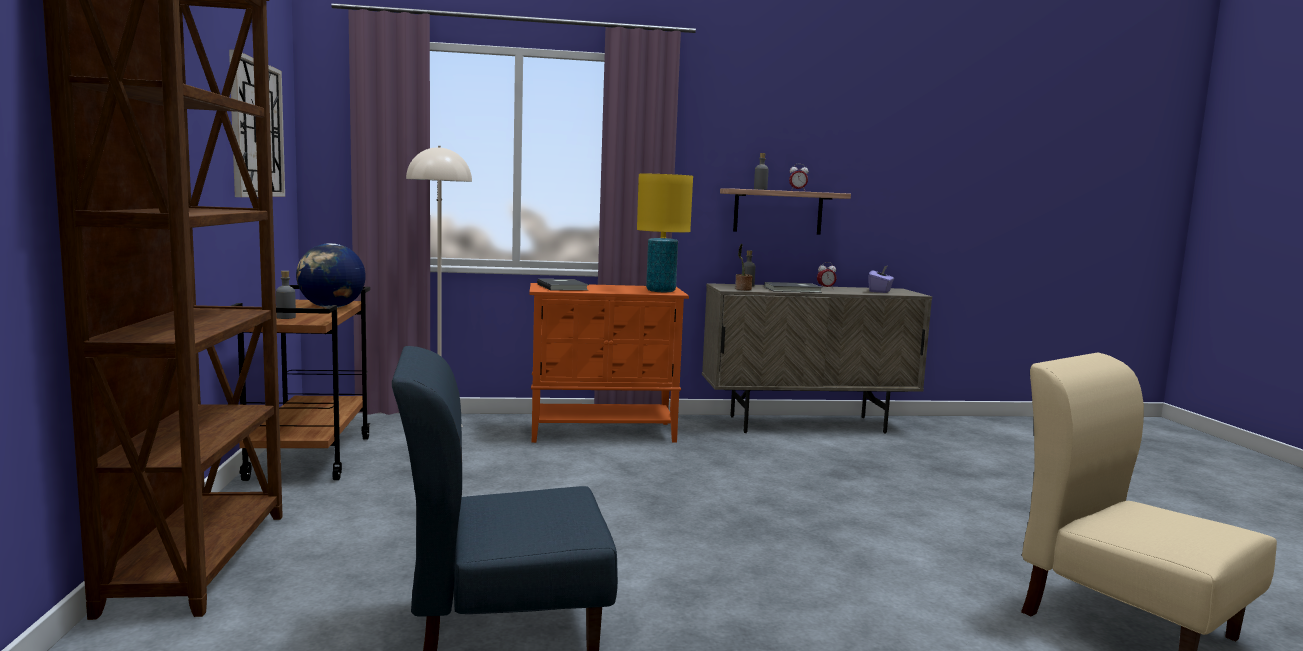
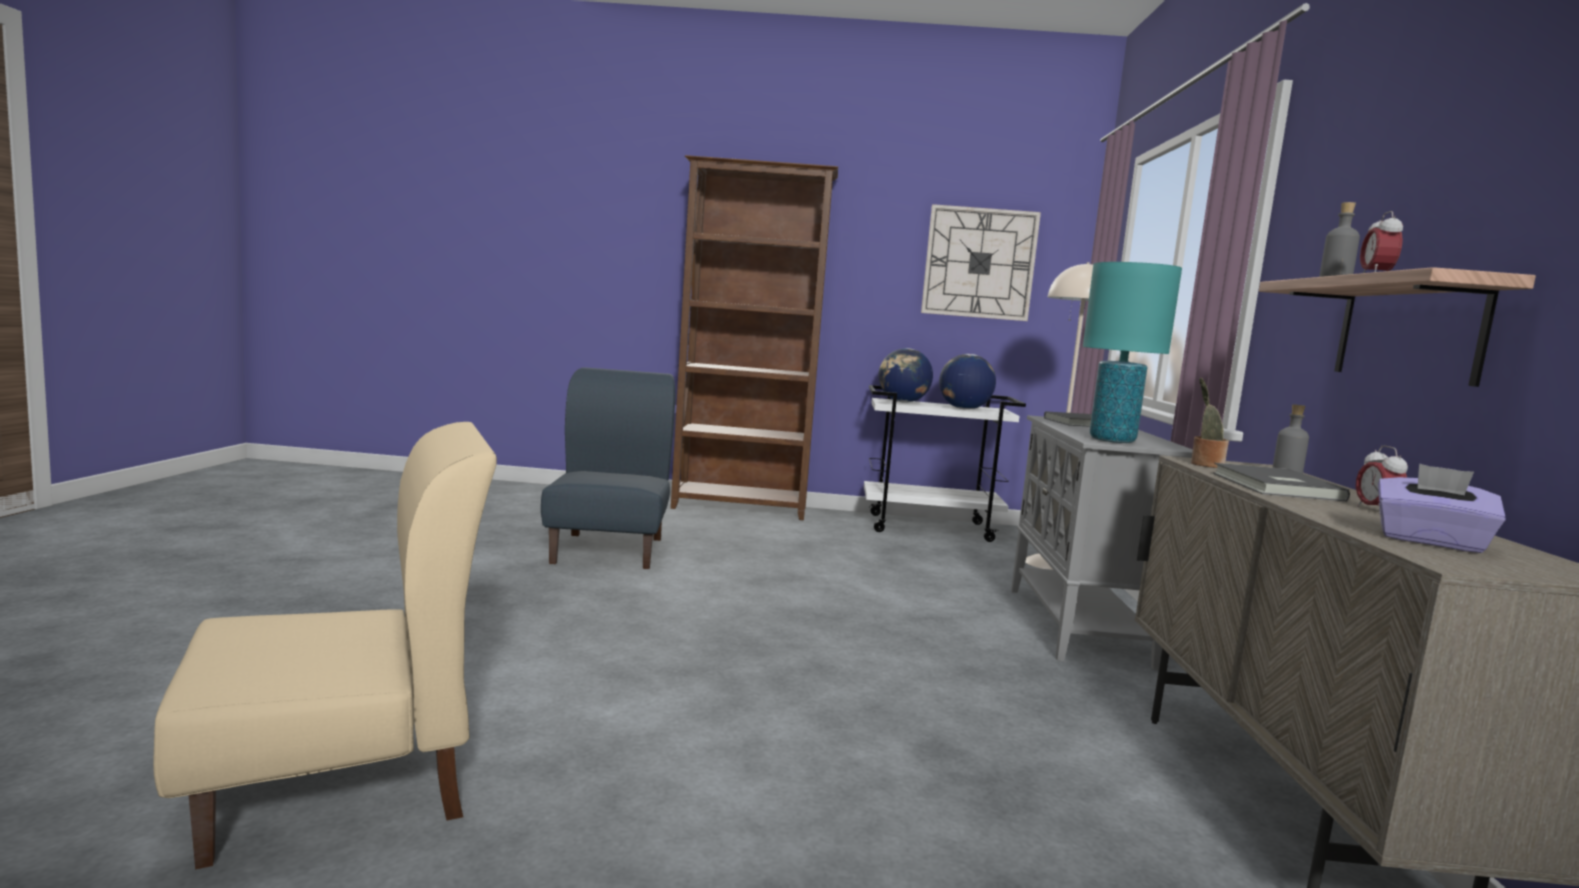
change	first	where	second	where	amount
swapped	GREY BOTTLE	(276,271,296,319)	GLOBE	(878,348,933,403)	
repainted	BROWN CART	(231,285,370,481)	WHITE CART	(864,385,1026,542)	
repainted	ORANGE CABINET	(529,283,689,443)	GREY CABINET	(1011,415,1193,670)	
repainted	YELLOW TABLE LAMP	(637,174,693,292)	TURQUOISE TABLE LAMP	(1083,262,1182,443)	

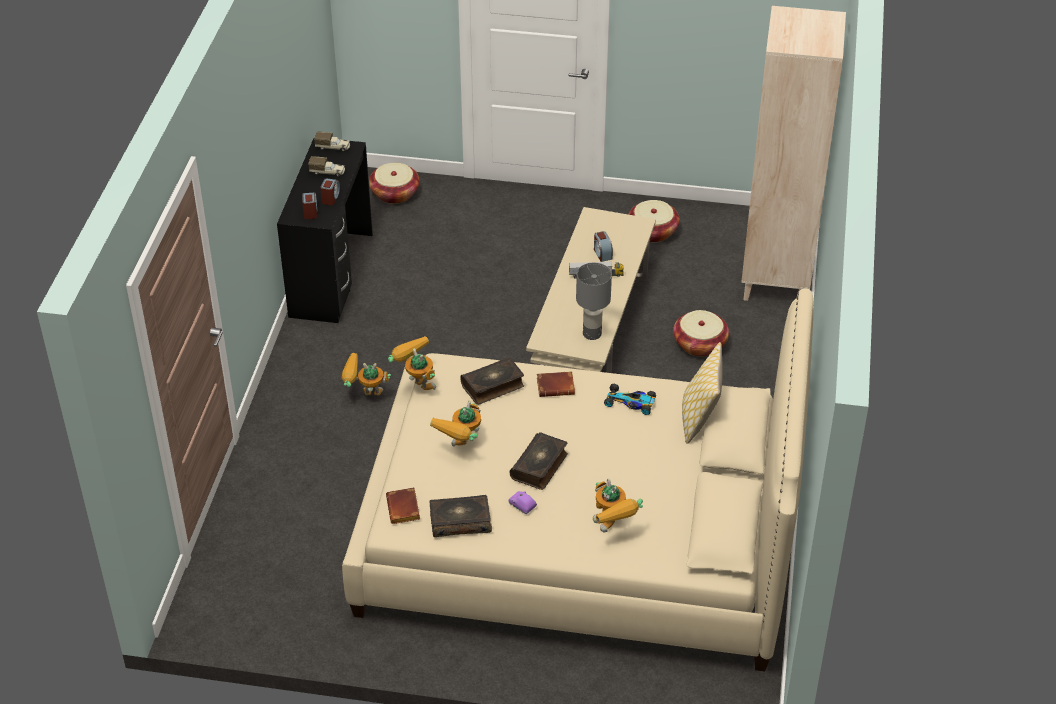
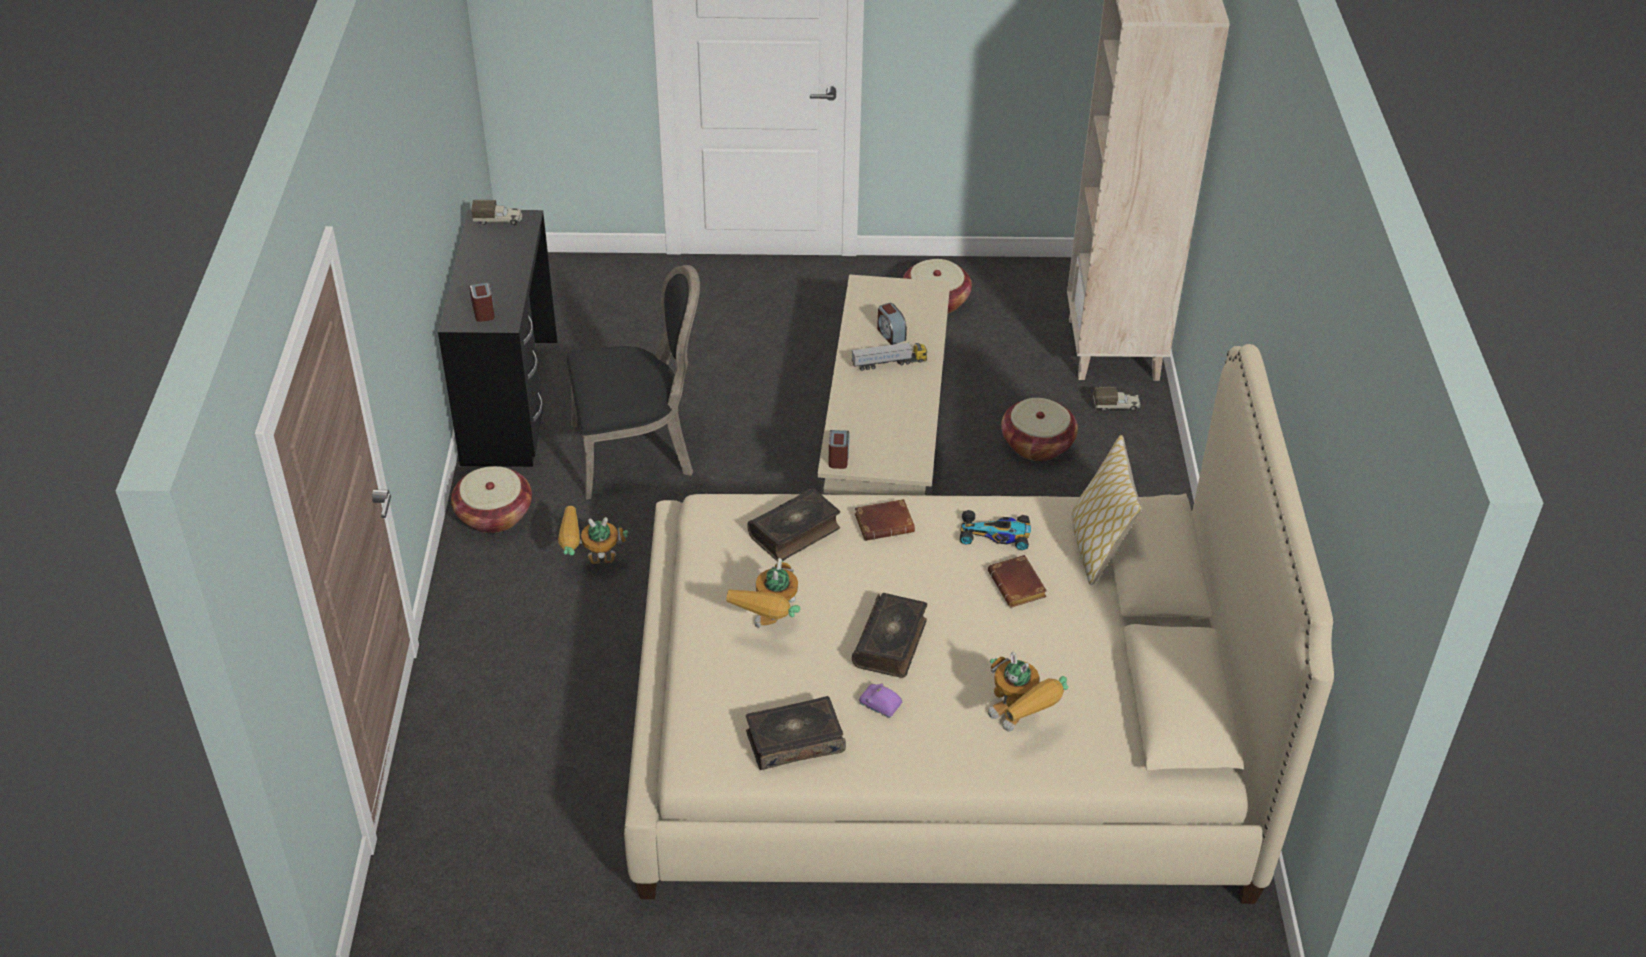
change	first	where	second	where	amount
gone	TOY ROBOT	(388,336,436,390)			
gone	GREY TABLE LAMP	(576,263,612,340)			
new			BLACK CHAIR	(567,265,700,500)	
shifted	TOY TRUCK	(309,156,345,177)		(1093,387,1140,411)	
shifted	ALARM CLOCK	(320,178,340,205)		(828,430,849,469)	
shifted	BASKET	(369,163,420,204)		(451,466,532,533)	
shifted	BROWN BOOK	(386,487,420,524)		(988,555,1047,608)	

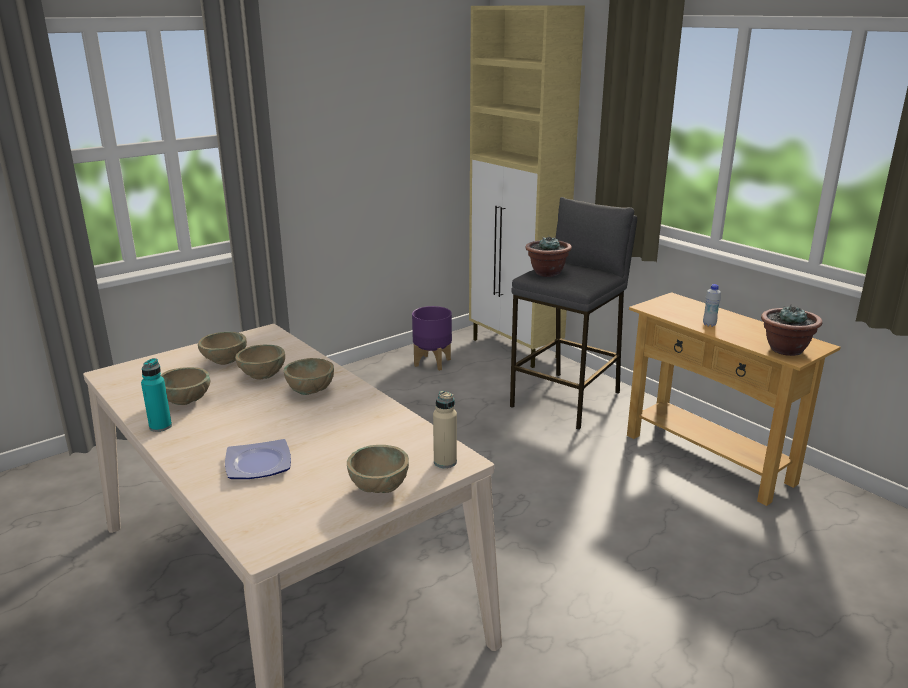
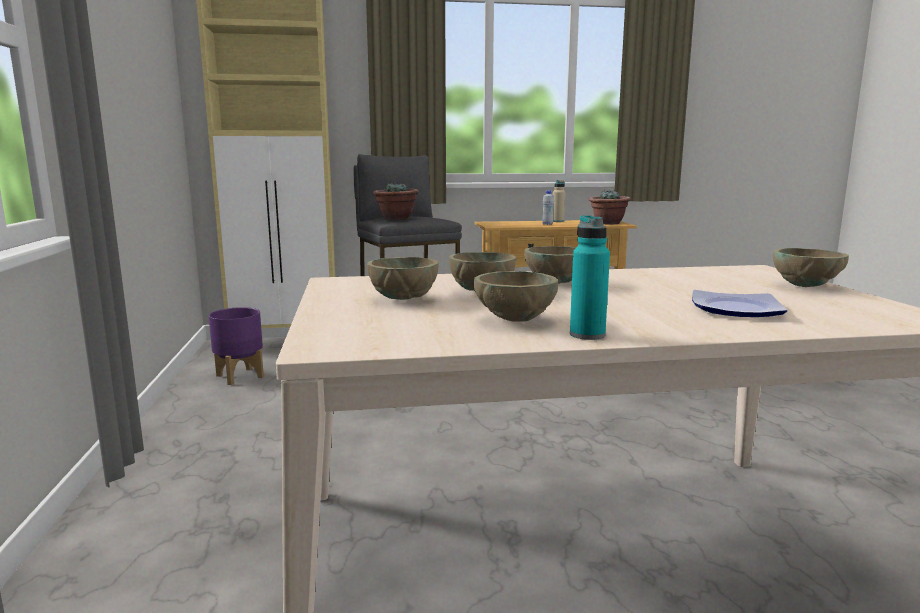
change	first	where	second	where	amount
shifted	BEIGE BOTTLE	(433,391,457,468)		(553,180,565,222)	

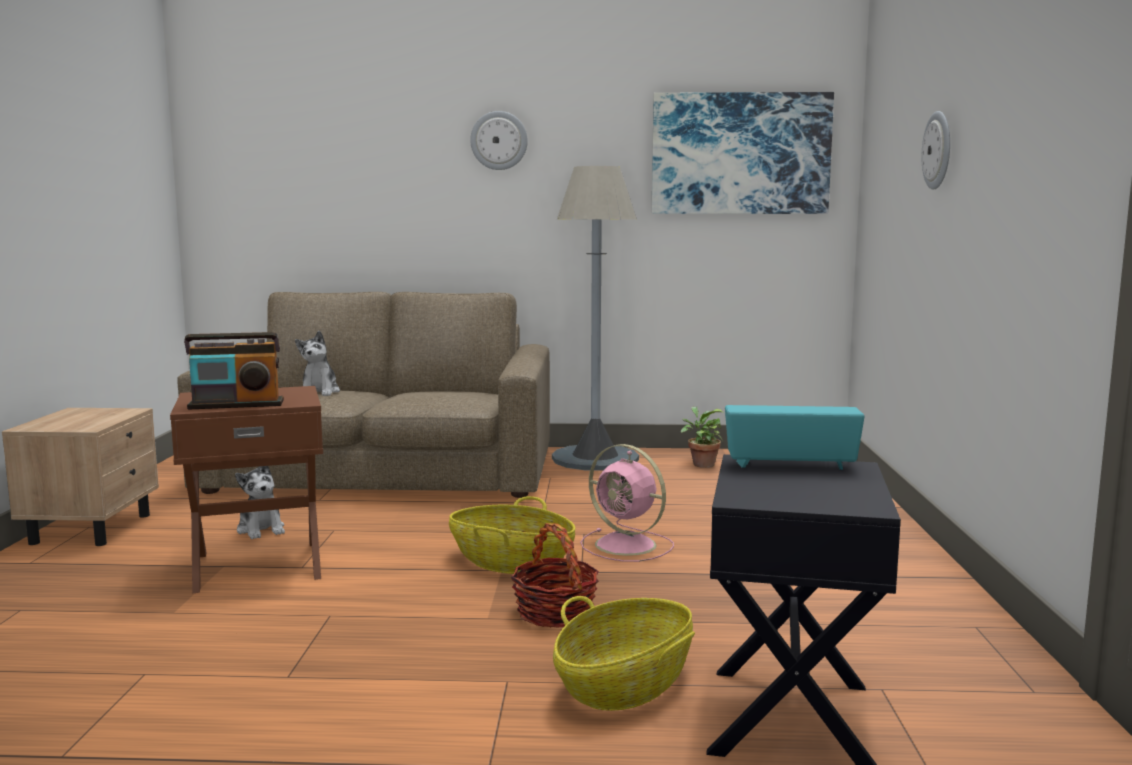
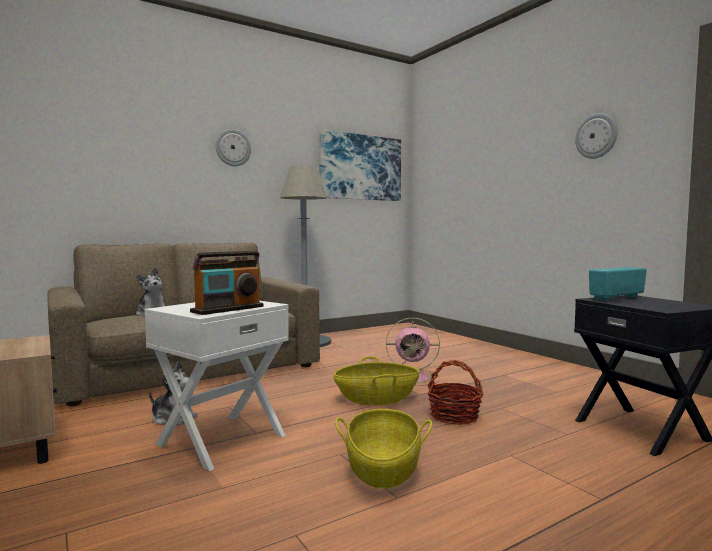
change	first	where	second	where	amount
gone	POTTED PLANT	(681,406,724,468)			
shifted	BASKET	(553,596,695,711)		(335,409,432,489)	
shifted	WALL CLOCK	(922,111,950,190)		(575,113,617,159)	
repainted	BROWN SIDE TABLE	(170,386,323,593)	WHITE SIDE TABLE	(145,301,289,471)	

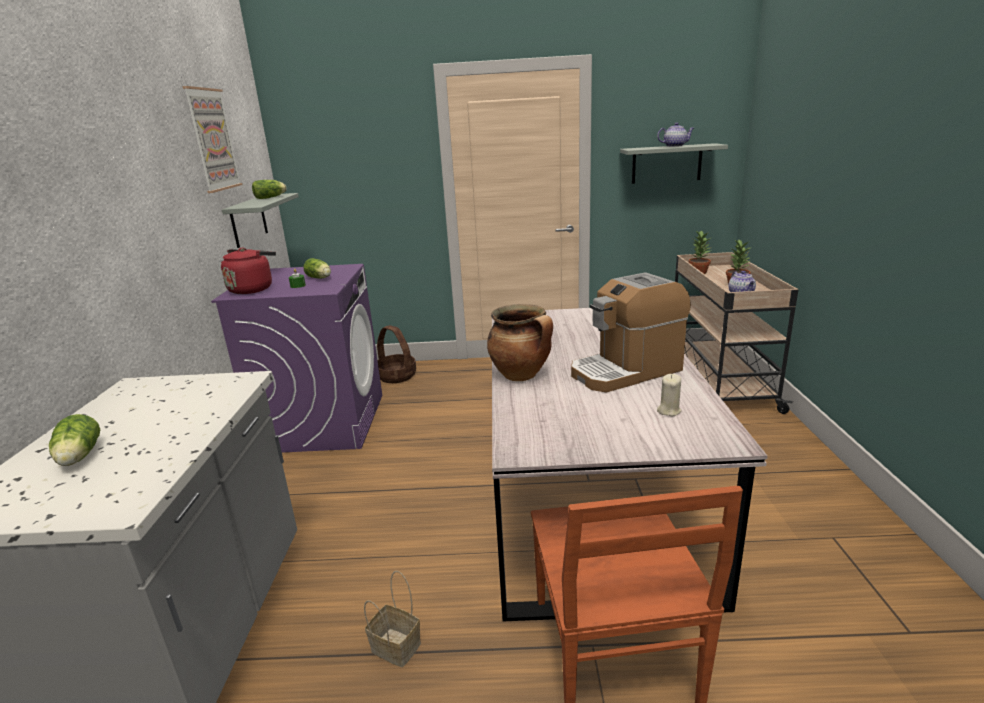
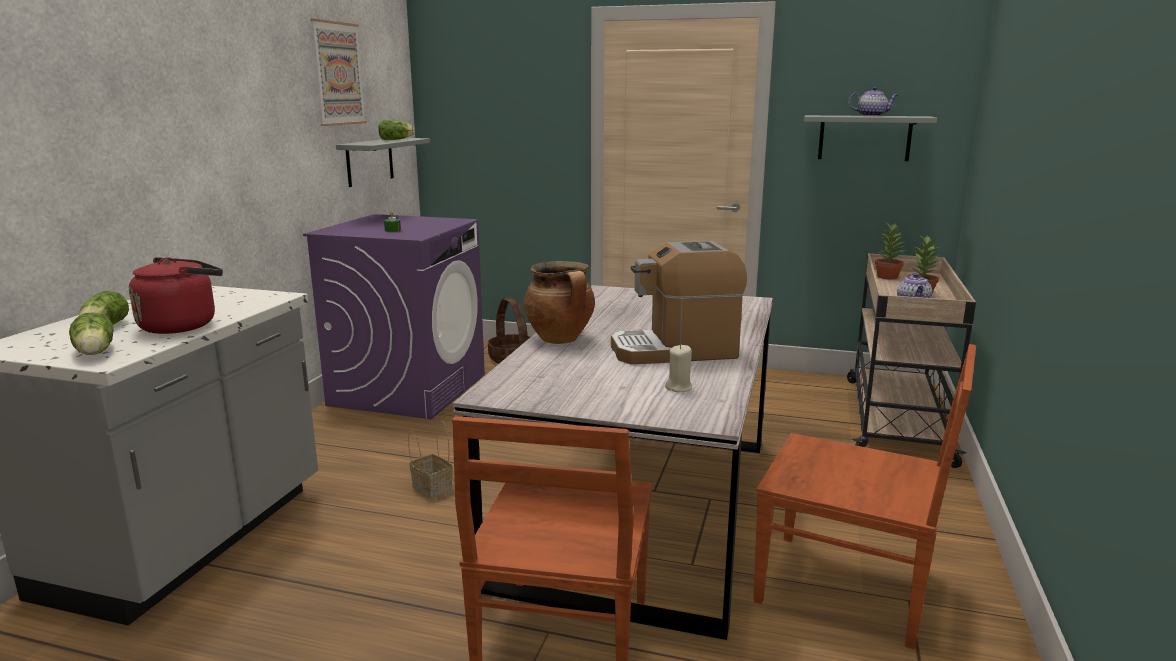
change	first	where	second	where	amount
new			BROWN CHAIR	(753,344,976,649)	
shifted	RED KETTLE	(221,248,276,294)		(129,257,223,334)	
shifted	LETTUCE	(303,258,331,278)		(69,312,114,355)	
shifted	BASKET	(364,571,421,667)		(408,420,453,499)	

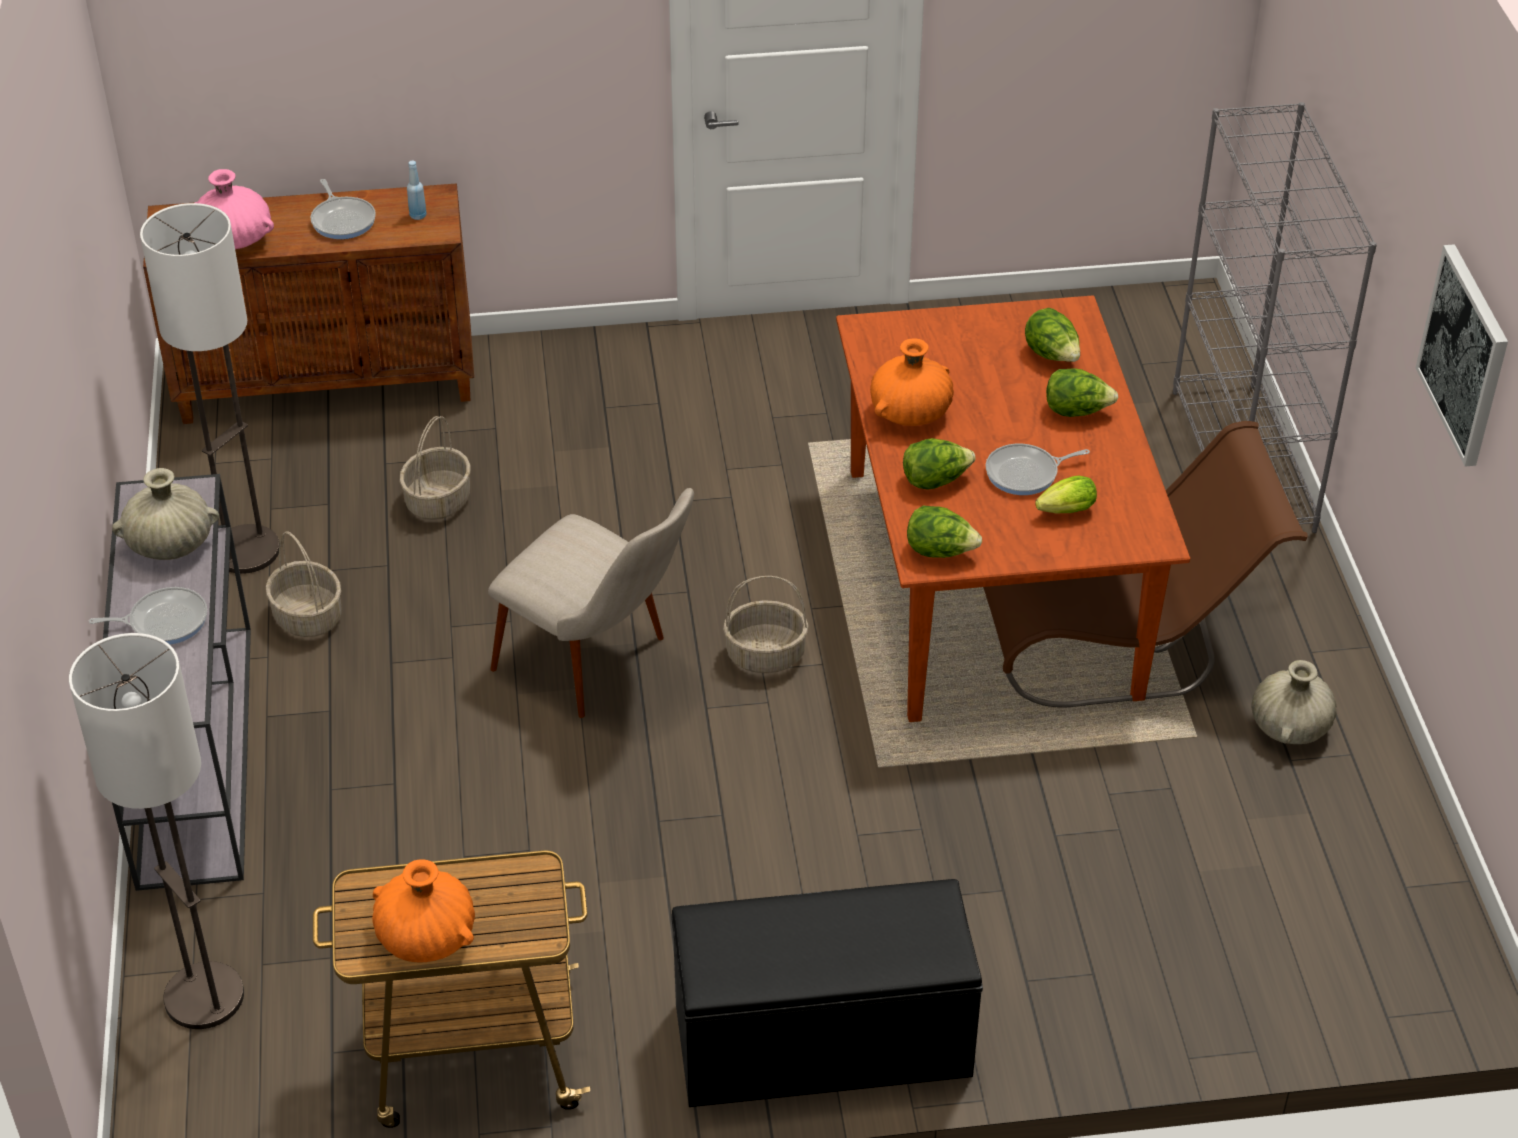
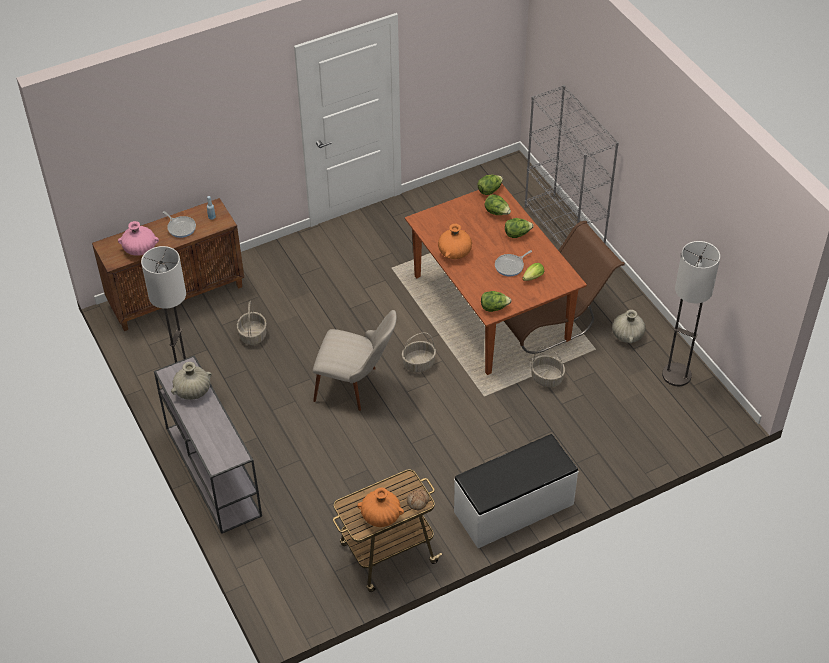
change	first	where	second	where	amount
gone	FRYING PAN	(89,587,207,645)			
gone	PICTURE	(1416,244,1508,466)			
new			BREAD	(407,489,429,510)	
shifted	FLOOR LAMP	(69,633,244,1029)		(662,241,720,386)	
shifted	BASKET	(266,531,342,637)		(531,346,565,387)	
shifted	LETTUCE	(903,438,975,490)		(477,175,503,195)	
repainted	BLACK BENCH	(671,879,983,1107)	WHITE BENCH	(454,434,578,548)	

